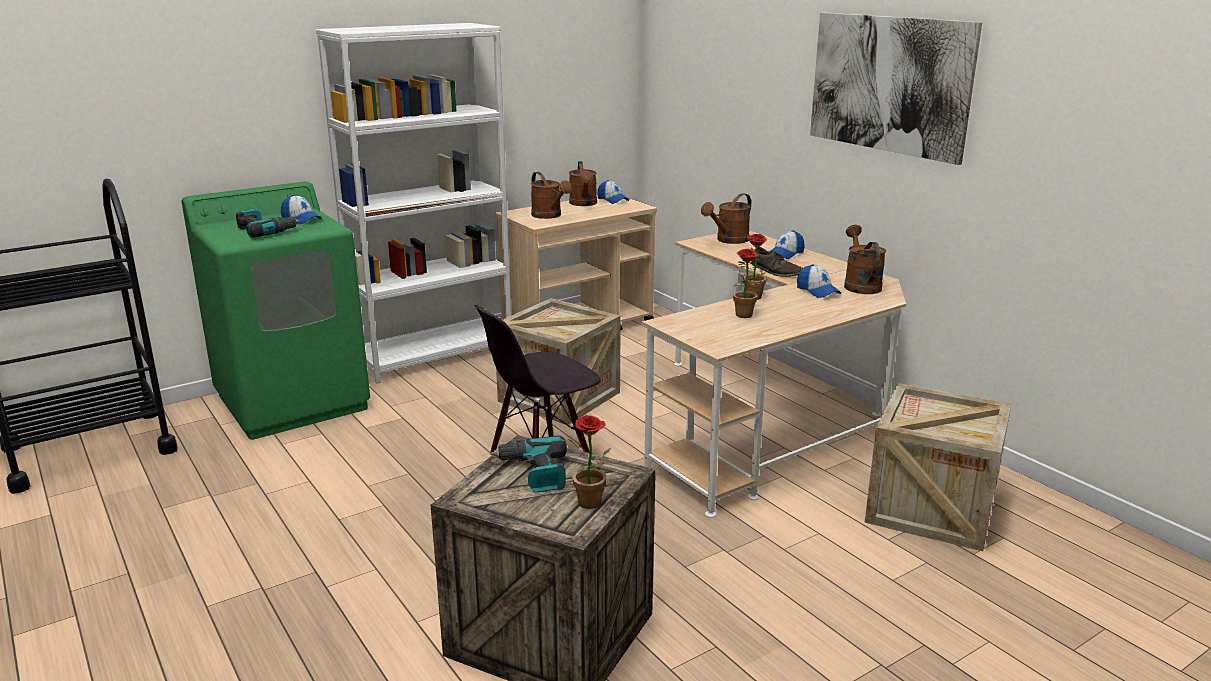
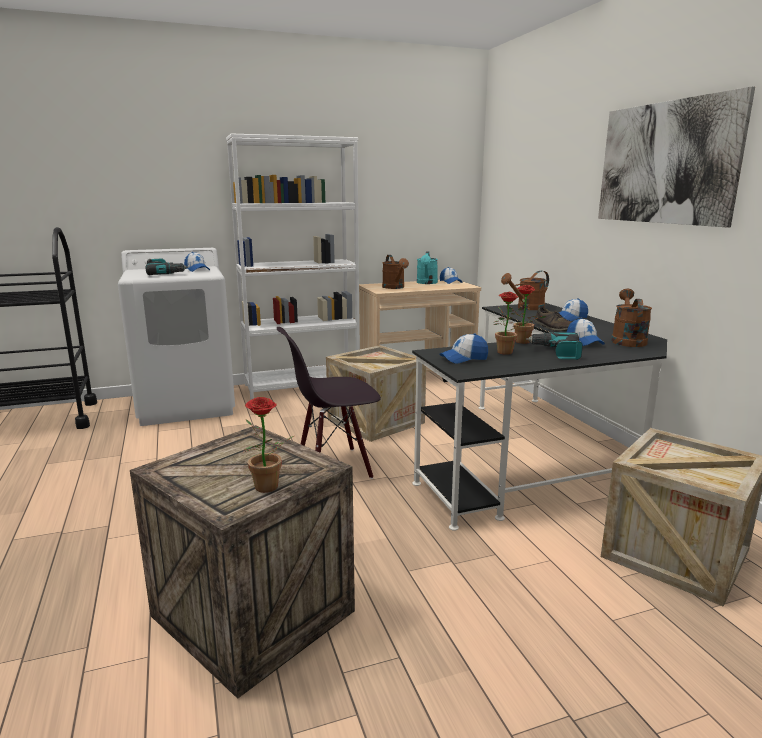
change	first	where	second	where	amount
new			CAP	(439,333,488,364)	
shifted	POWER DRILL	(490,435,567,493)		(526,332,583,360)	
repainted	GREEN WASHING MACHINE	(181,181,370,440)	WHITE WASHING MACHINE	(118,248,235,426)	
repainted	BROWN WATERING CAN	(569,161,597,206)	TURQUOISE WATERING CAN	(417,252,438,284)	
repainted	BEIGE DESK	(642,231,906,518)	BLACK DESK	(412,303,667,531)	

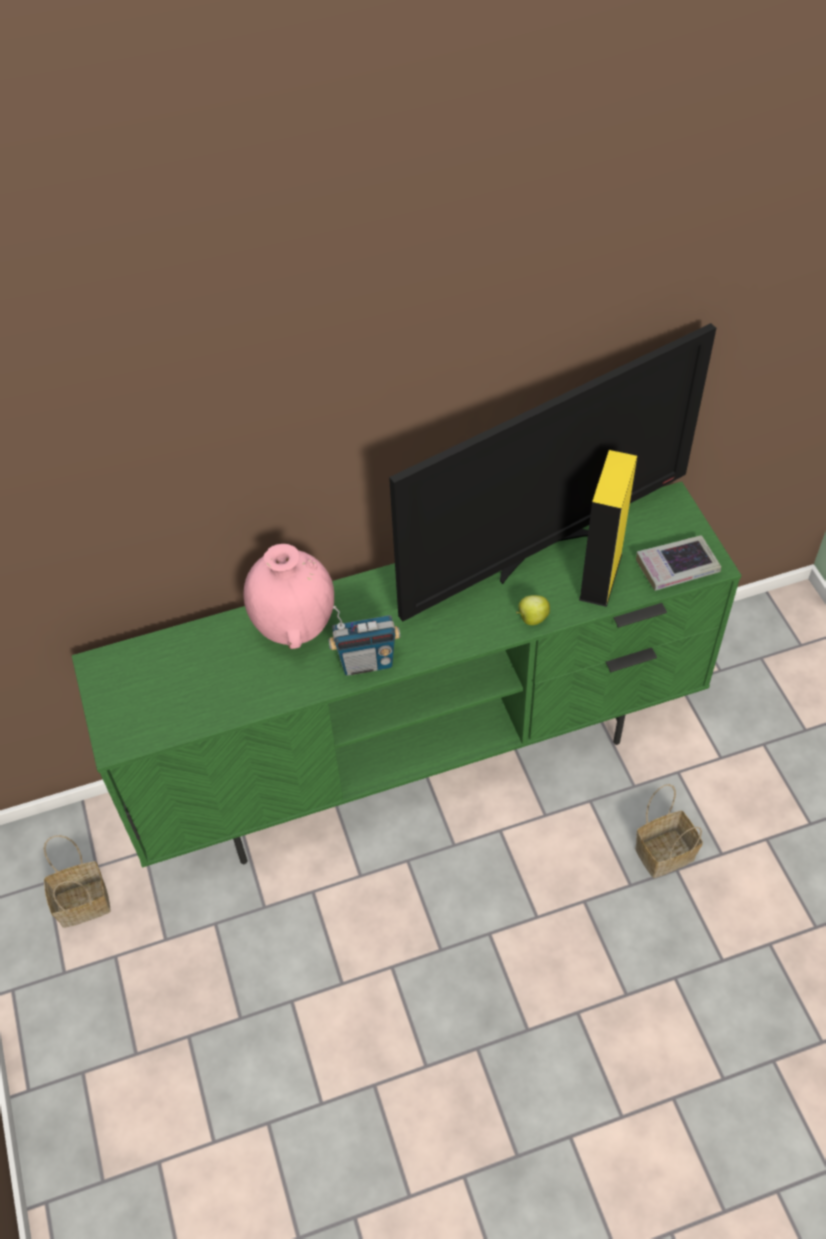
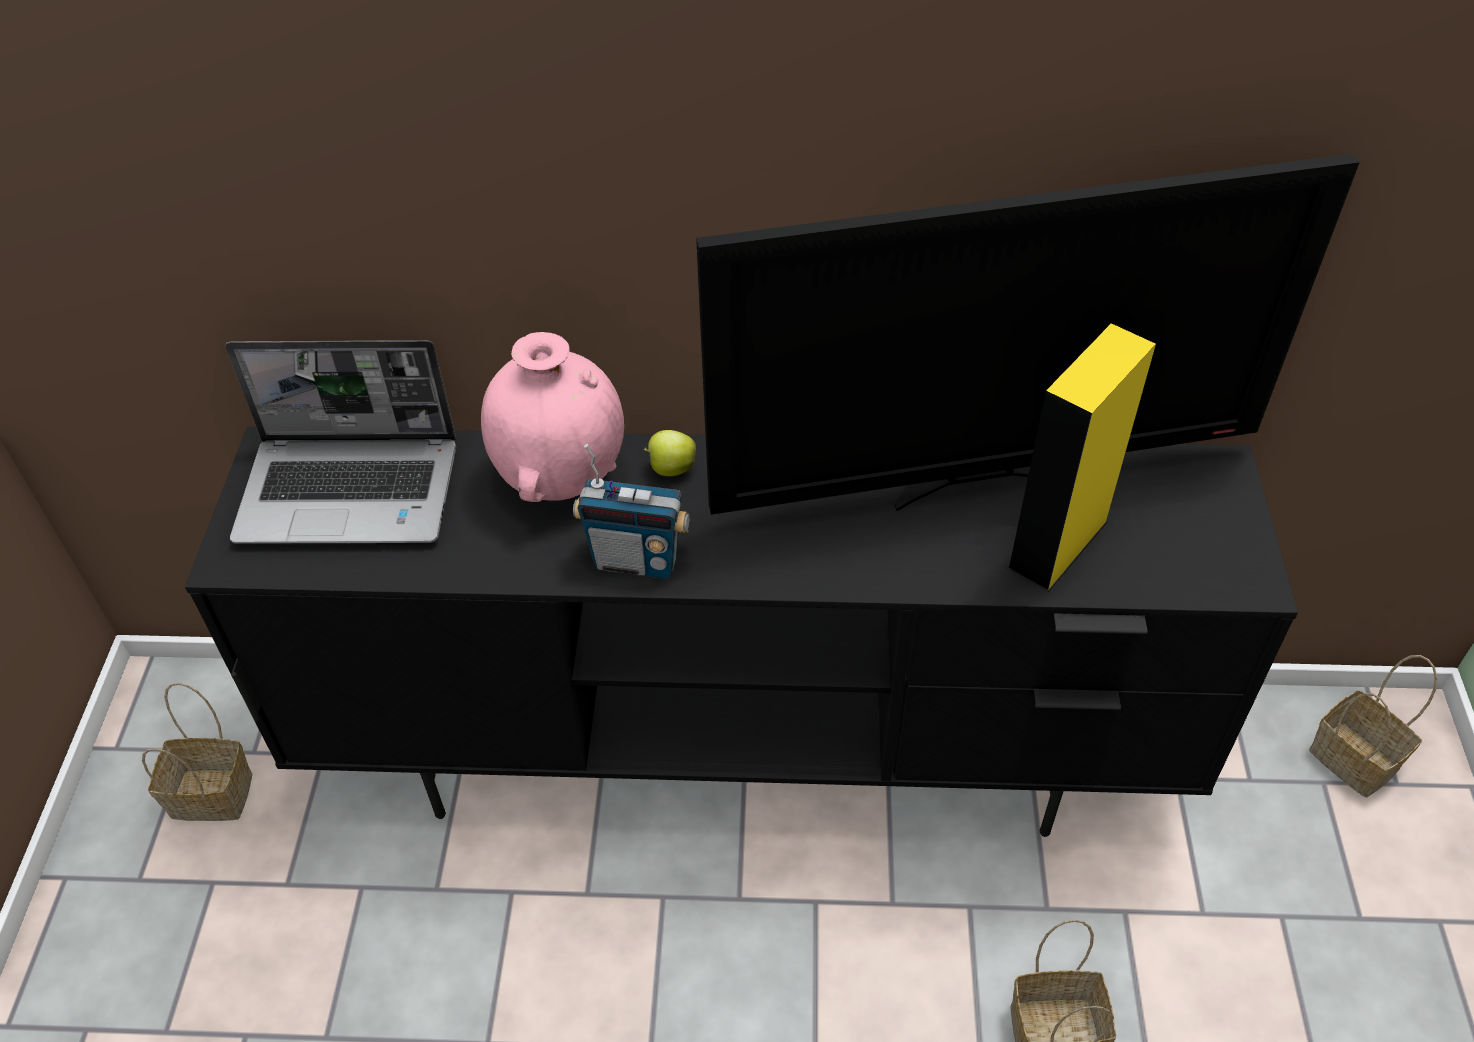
change	first	where	second	where	amount
gone	BOOK	(636,535,721,591)			
new			LAPTOP	(226,340,456,544)	
new			BASKET	(1309,655,1437,797)	
shifted	APPLE	(516,595,550,625)		(644,430,696,476)	
repainted	GREEN TV STAND	(72,481,741,867)	BLACK TV STAND	(185,427,1298,837)	

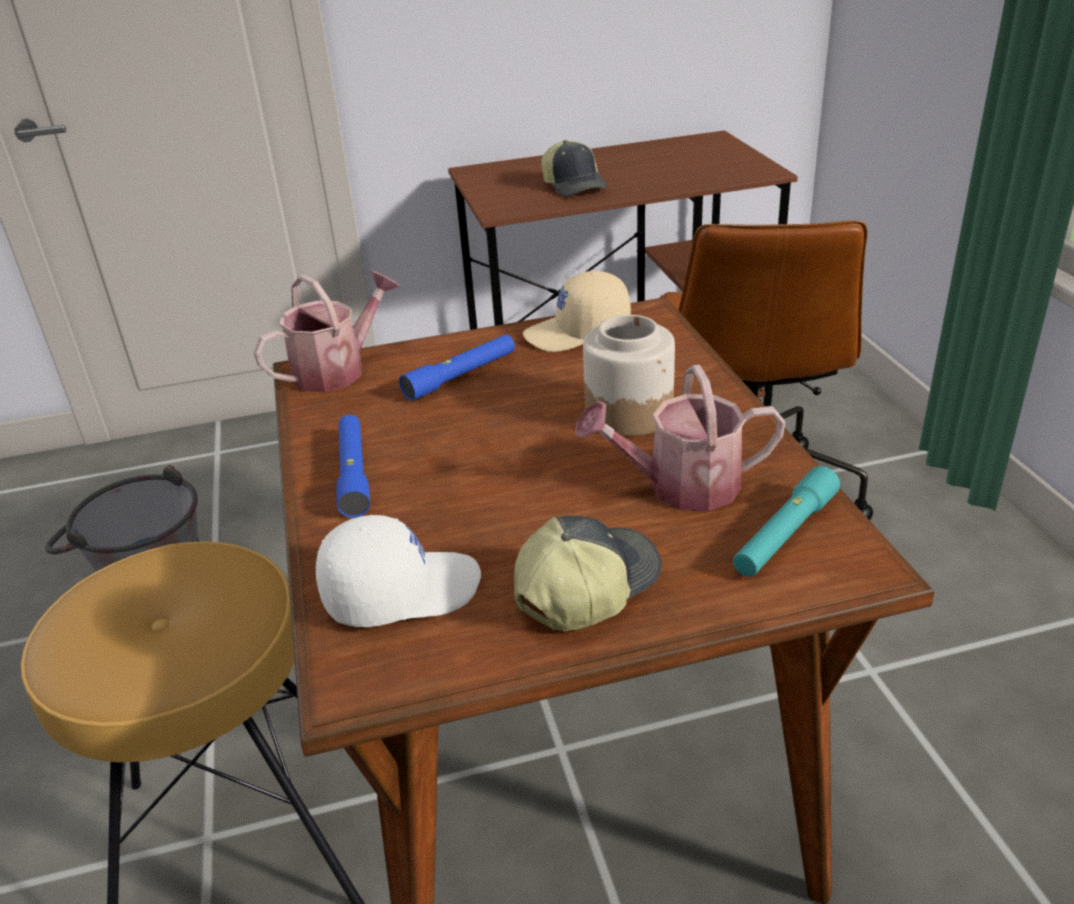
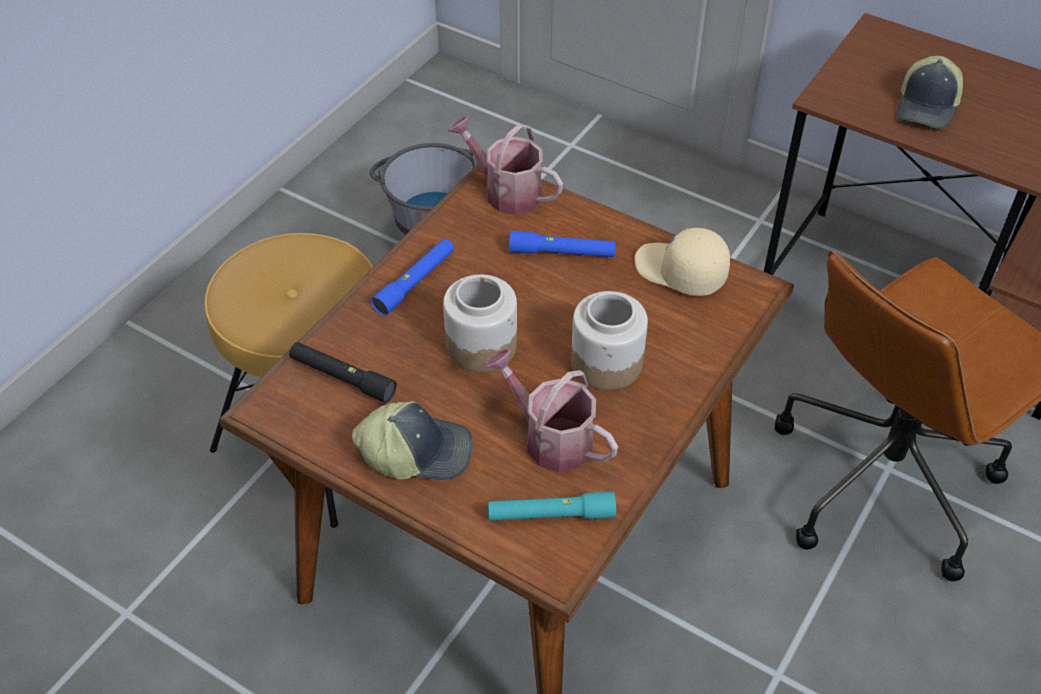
change	first	where	second	where	amount
new			JAR	(443,274,517,372)	
swapped	WHITE CAP	(316,515,481,627)	BLACK FLASHLIGHT	(289,342,397,403)	
rotated	WATERING CAN	(253,271,400,393)		(448,116,563,215)	150 degrees counterclockwise

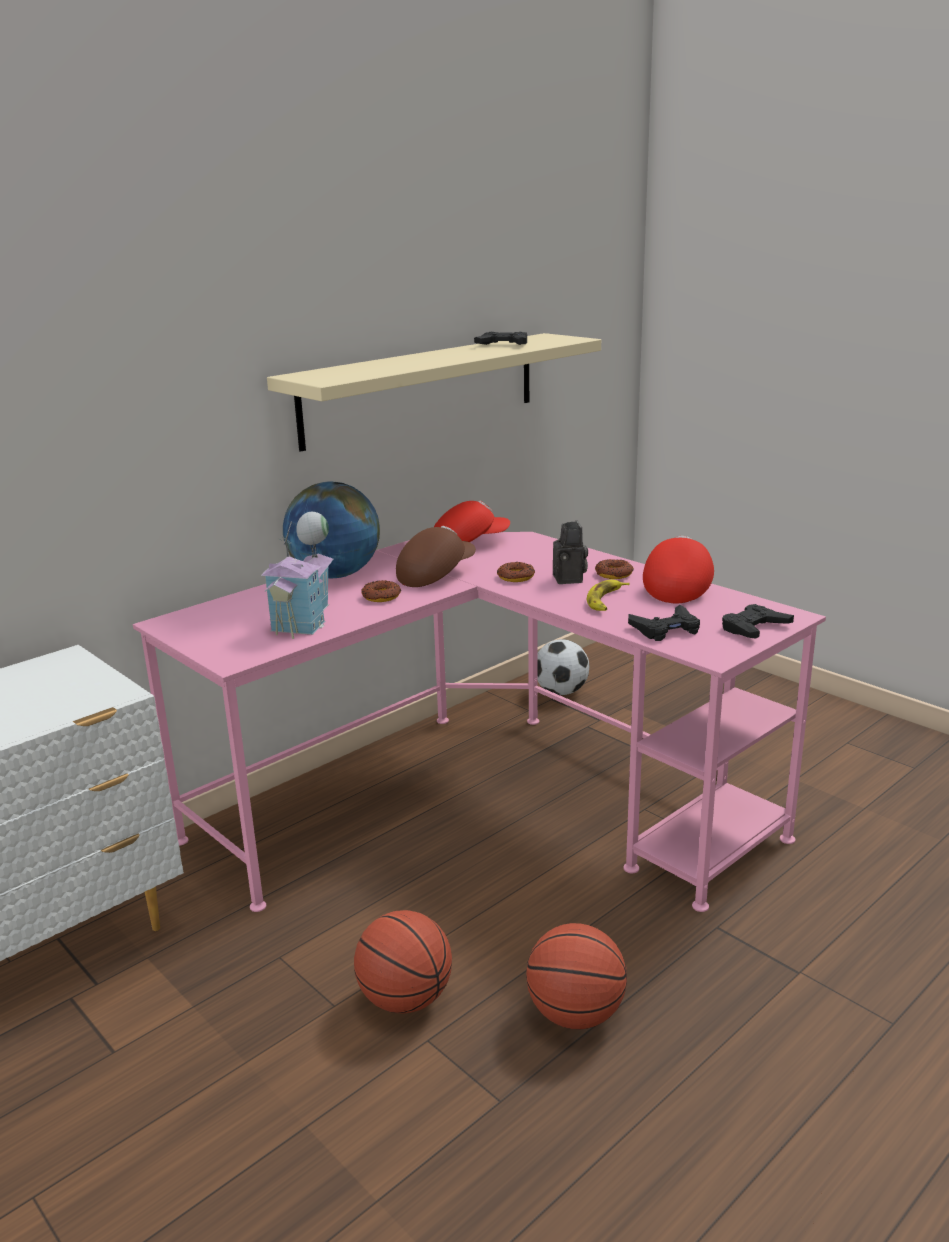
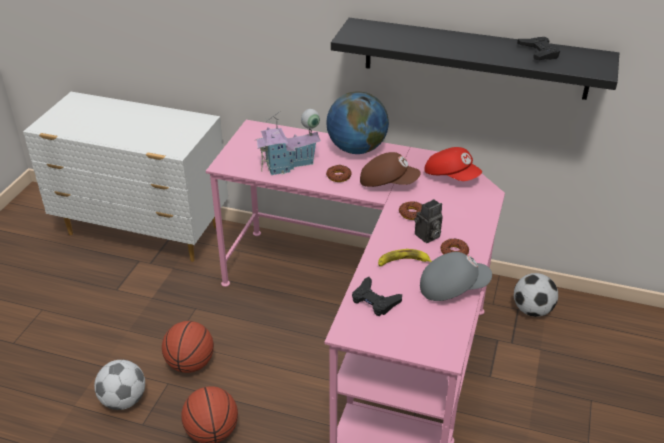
change	first	where	second	where	amount
gone	BLACK GAME CONTROLLER	(722,604,794,639)			
new			FOOTBALL	(94,360,145,410)	
repainted	BEIGE SHELF	(267,333,601,452)	BLACK SHELF	(331,18,619,100)	
repainted	RED CAP	(643,536,714,603)	GREY CAP	(420,252,492,301)	

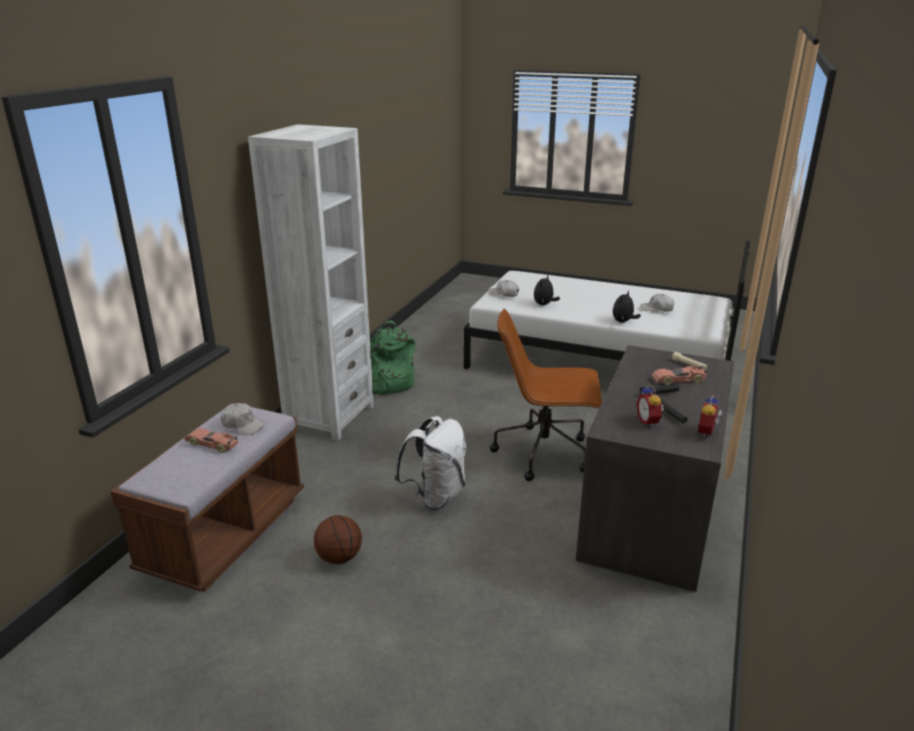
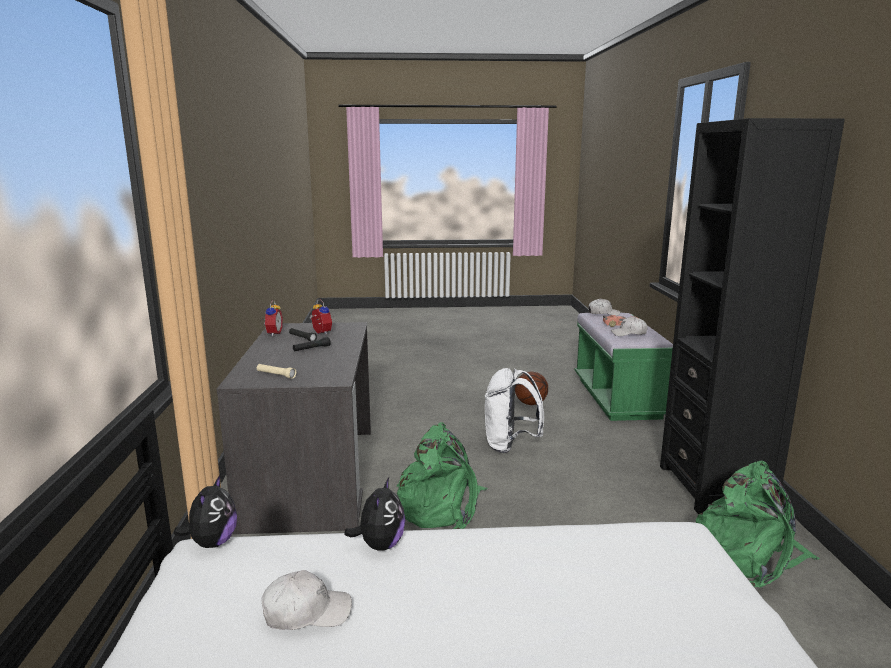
change	first	where	second	where	amount
gone	TOY CAR	(651,365,708,385)			
shifted	WHITE CAP	(488,280,519,297)		(588,299,620,316)	
shifted	PLUSH TOY	(534,275,560,305)		(174,475,237,548)	
swapped	BROWN OFFICE CHAIR	(490,309,602,481)	GREEN BACKPACK	(397,422,488,529)	
repainted	BROWN BENCH	(110,403,304,592)	GREEN BENCH	(575,313,673,421)	
repainted	WHITE BOOKCASE	(248,124,374,441)	BLACK BOOKCASE	(660,118,845,514)	

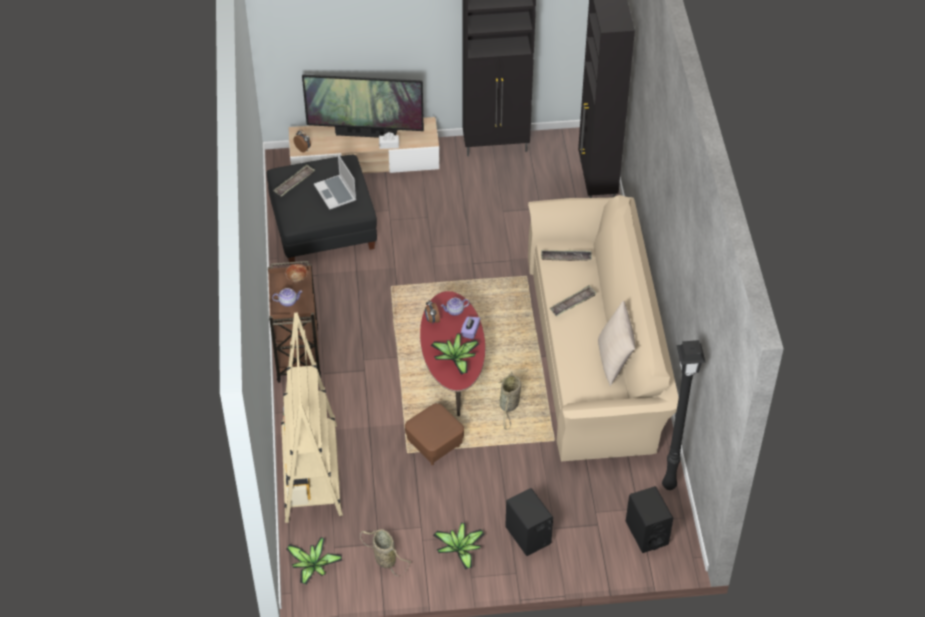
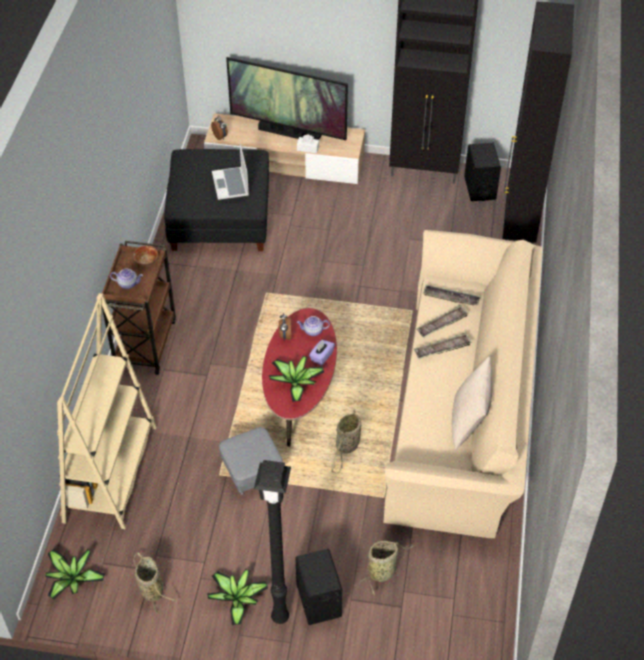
change	first	where	second	where	amount
new			BASKET	(359,541,415,595)	
shifted	TRAY	(273,164,315,197)		(416,304,469,338)	
shifted	BLACK SPEAKER	(626,486,673,553)		(464,143,501,201)	
shifted	BLACK FLOOR LAMP	(662,340,706,490)		(254,460,291,624)	
repainted	BROWN OTTOMAN	(405,403,464,465)	GREY OTTOMAN	(219,427,282,495)	

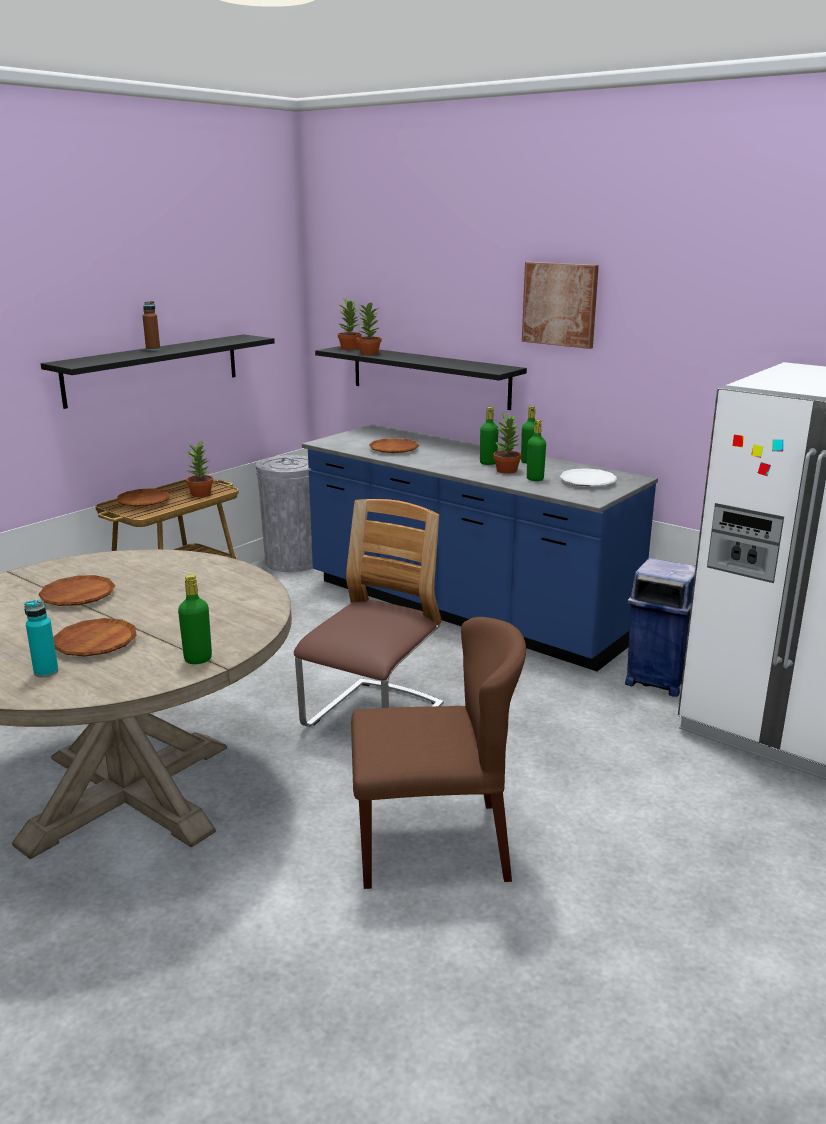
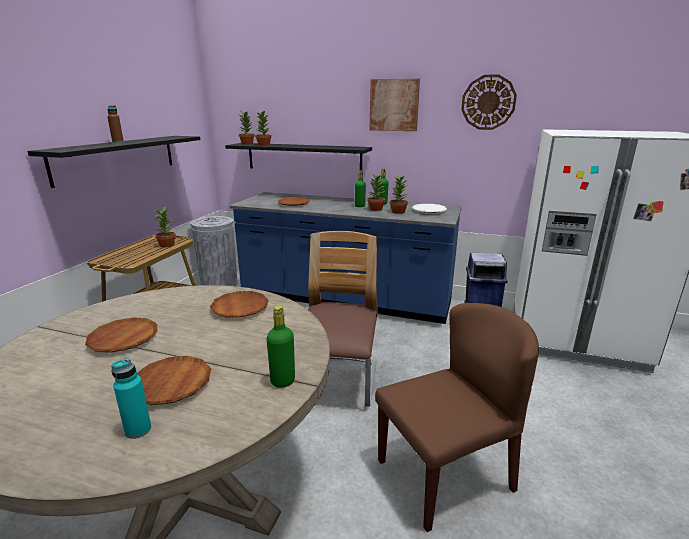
change	first	where	second	where	amount
new			WALL CLOCK	(461,74,517,130)	
shifted	BROWN PLATE	(116,488,170,507)		(210,291,269,317)	
swapped	GREEN BOTTLE	(527,420,546,481)	POTTED PLANT	(390,176,408,214)	

